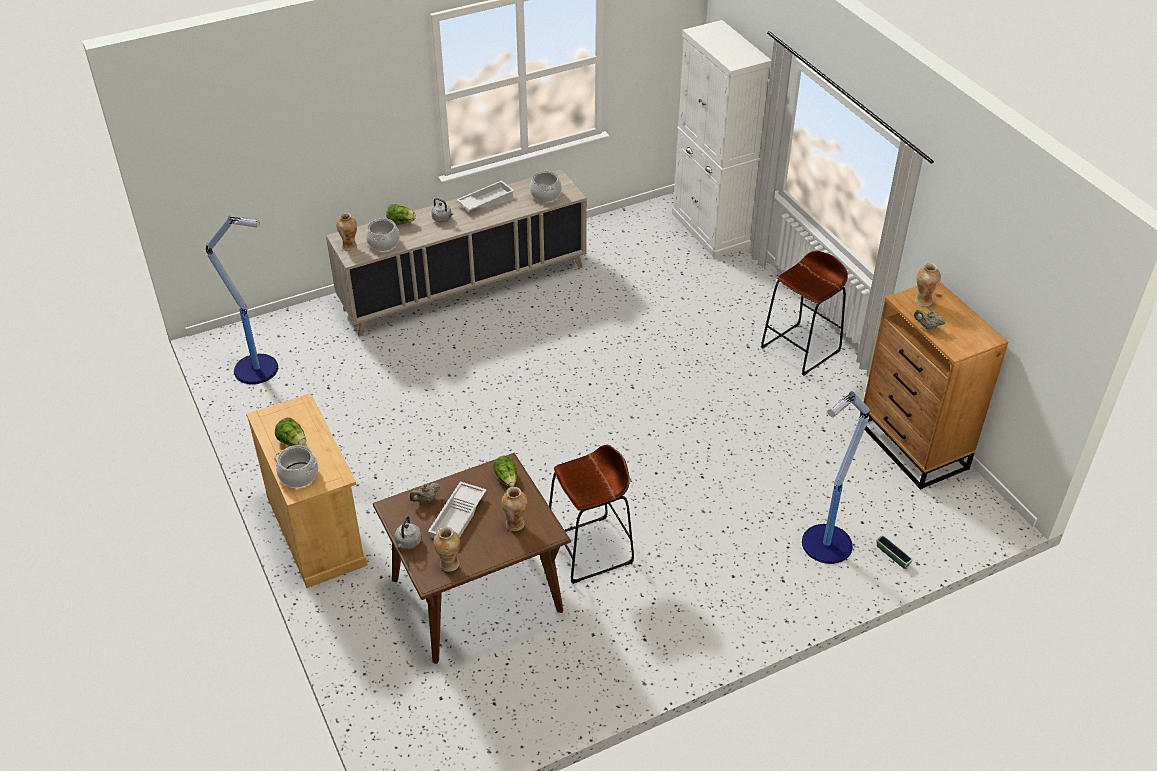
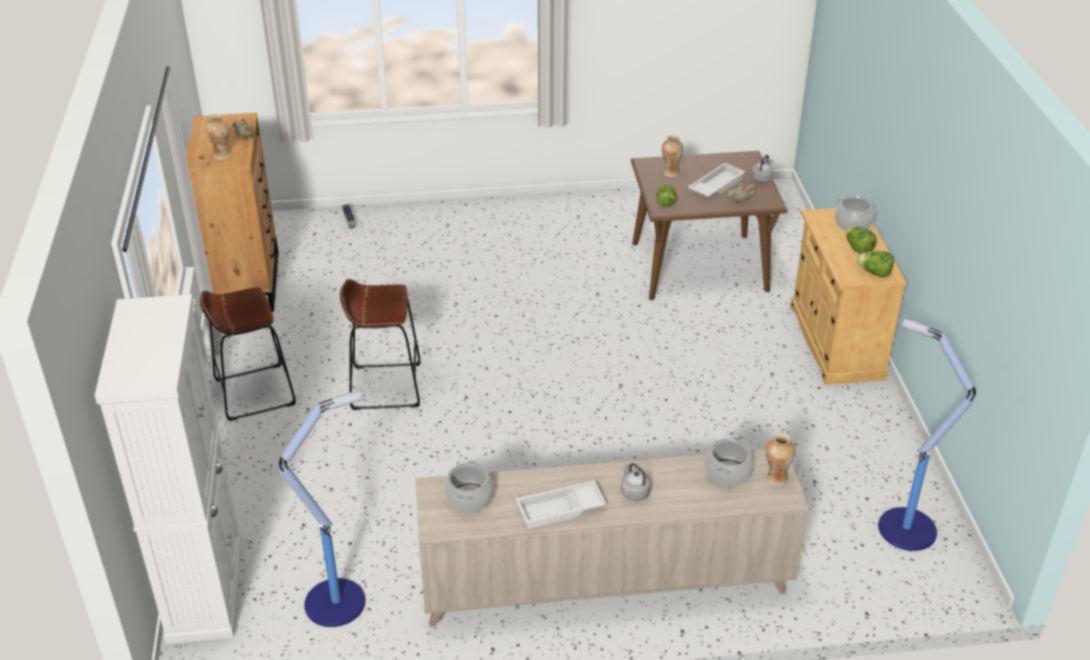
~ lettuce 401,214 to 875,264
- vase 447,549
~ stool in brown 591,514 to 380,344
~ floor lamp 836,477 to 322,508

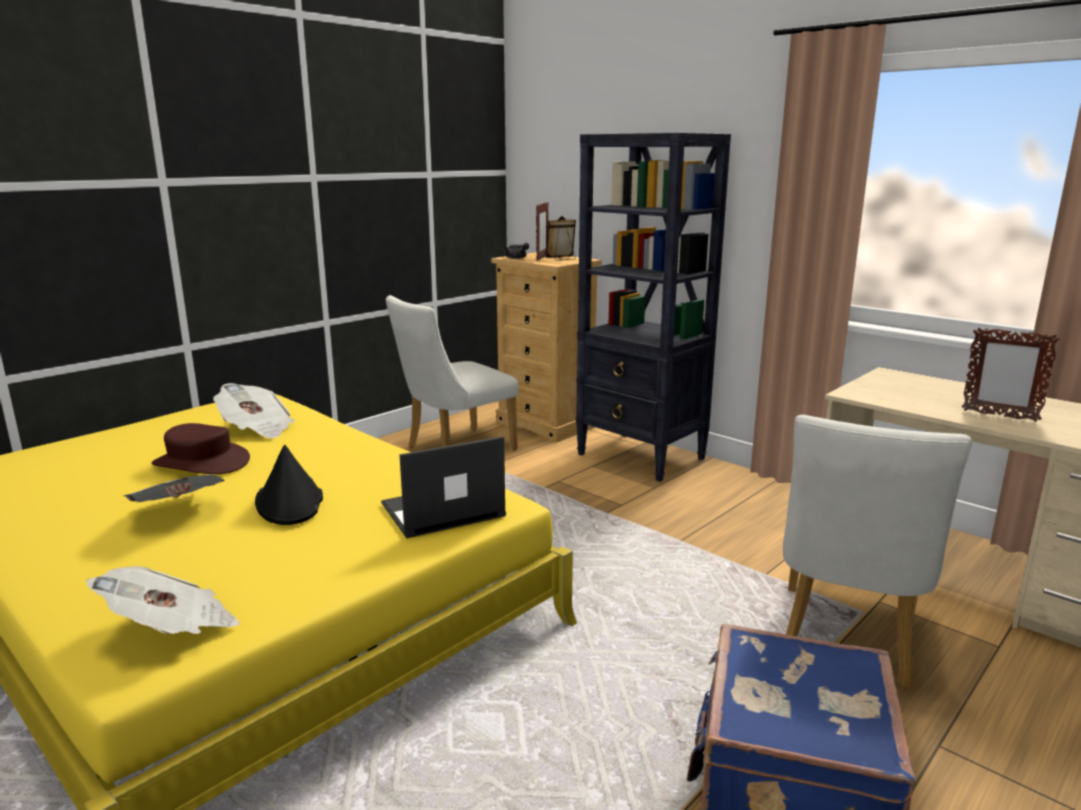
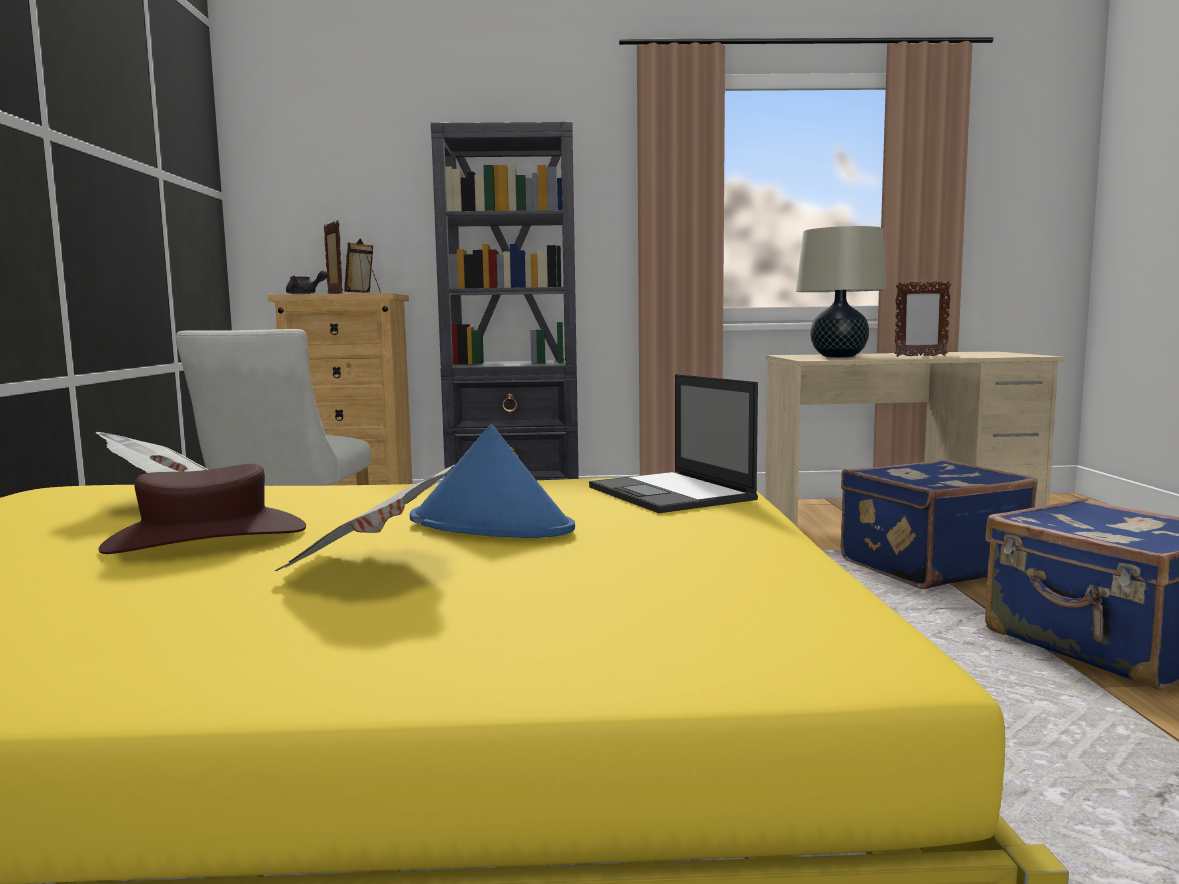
- newspaper 163,600
~ hat in black 289,485 to hat in blue 492,481
~ laptop 443,487 = 673,443 45 degrees counterclockwise
~ chair in white 877,552 to suitcase in blue 939,524
+ table lamp in beige 841,292

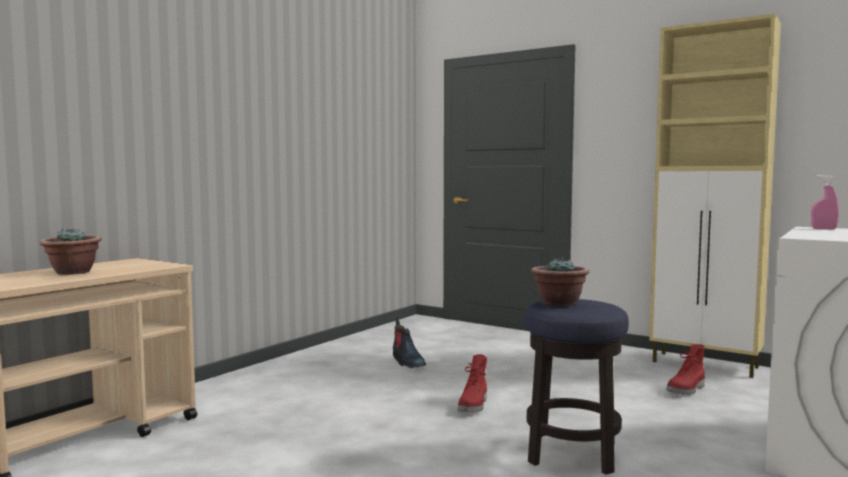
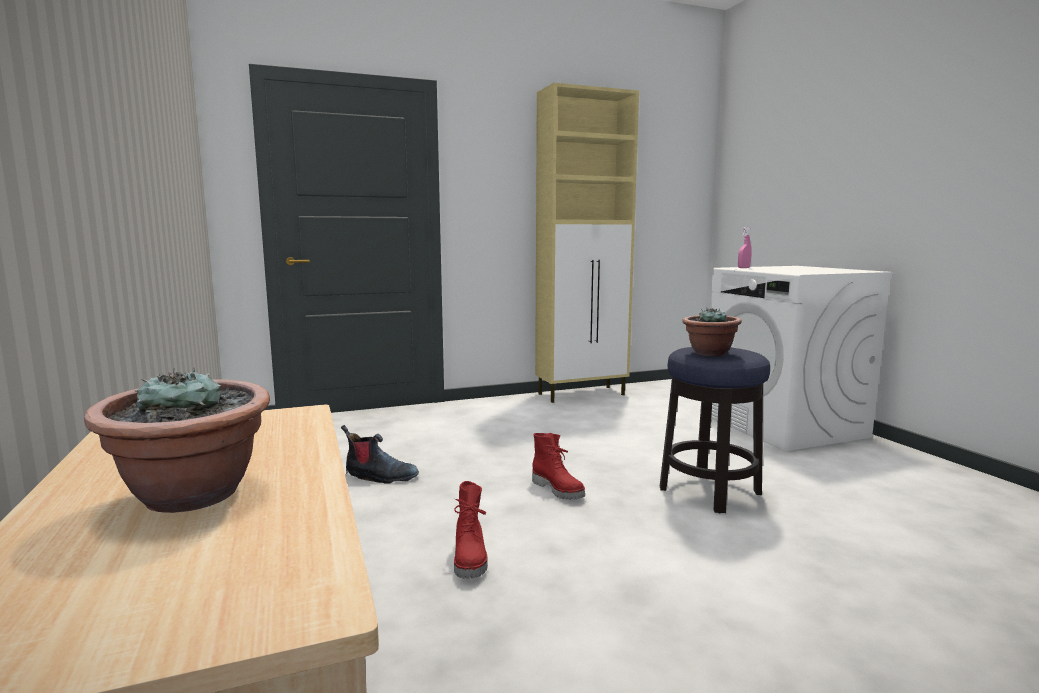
~ boot in red 685,369 to 471,530

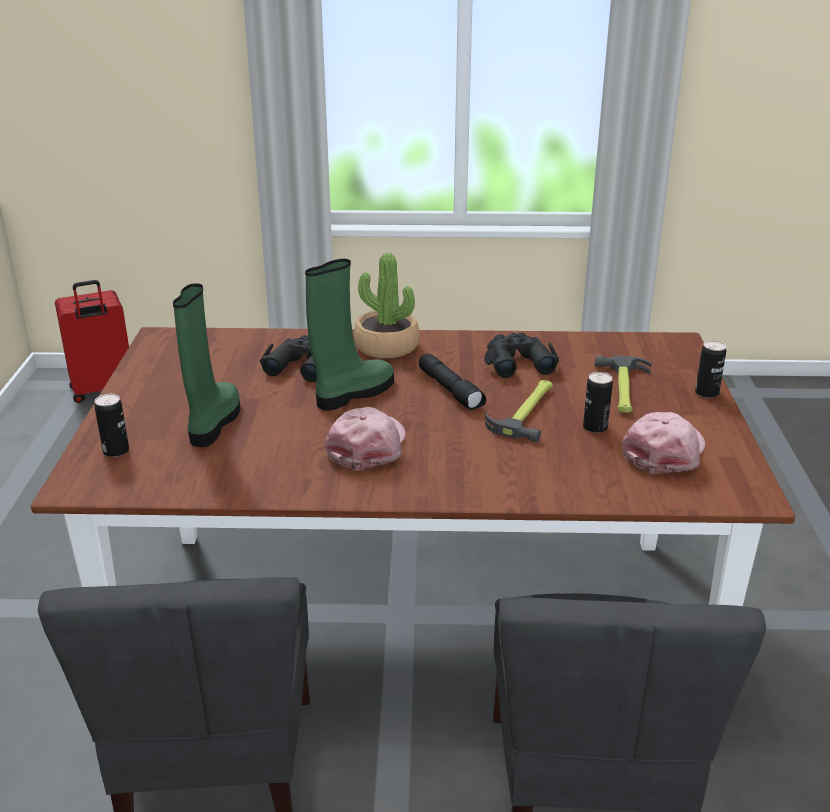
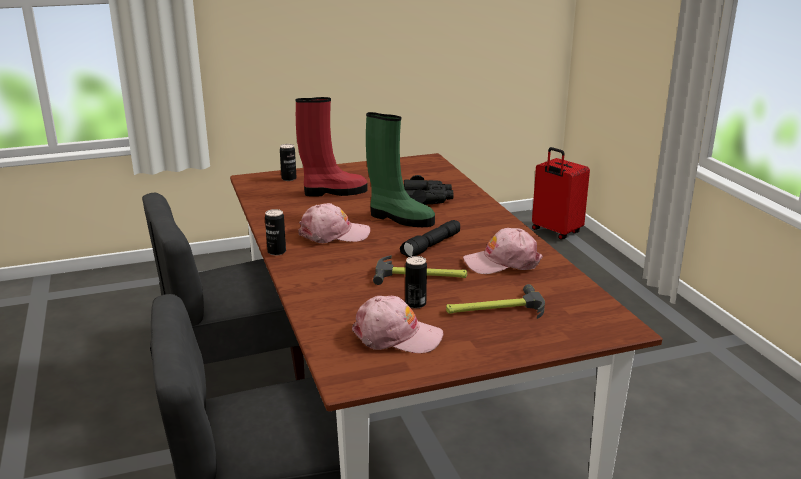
~ boot in green 206,365 to boot in red 332,147
- potted plant 387,305
~ binoculars in black 521,355 to cap in pink 503,251
~ can 710,369 to 275,232

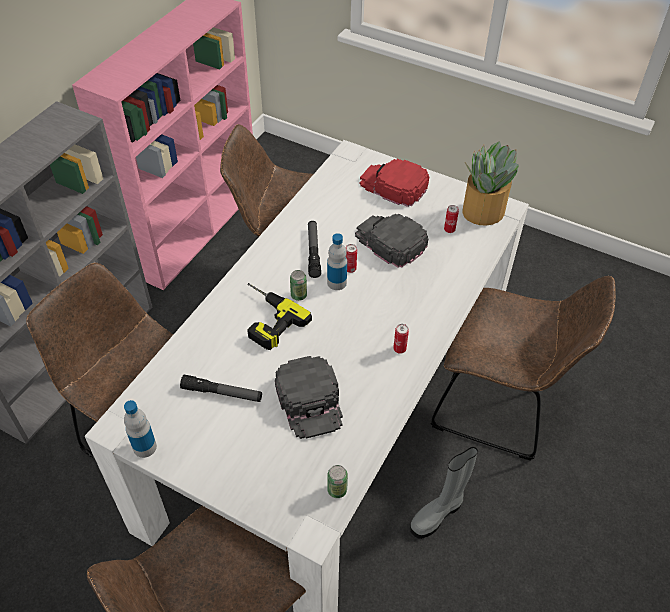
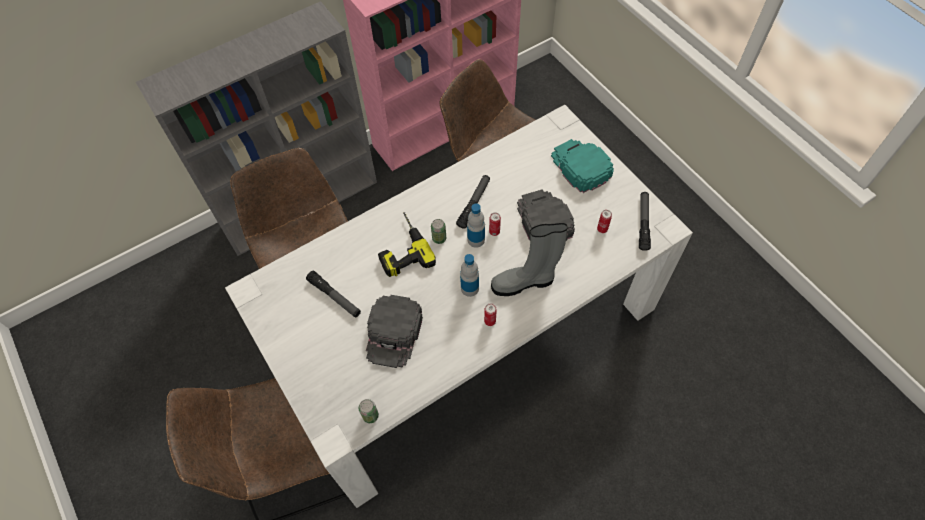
~ bottle 140,429 to 469,275
~ cap in red 394,183 to cap in turquoise 582,166
~ boot in grey 444,493 to 529,259
- chair in brown 523,368
~ potted plant 490,184 to flashlight 645,221

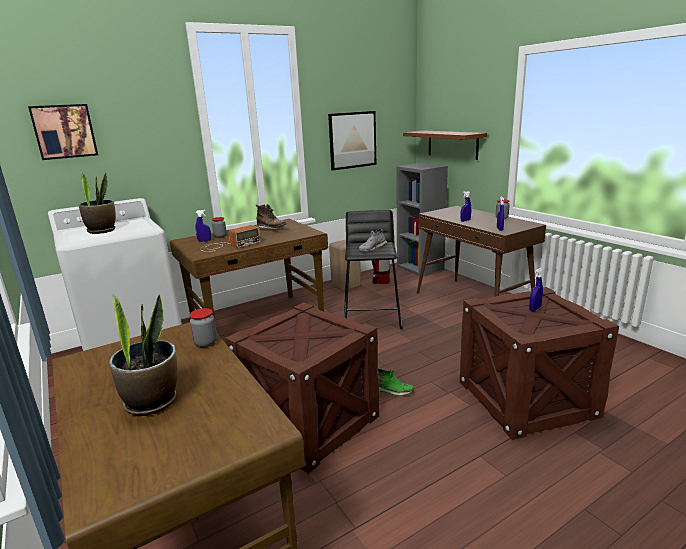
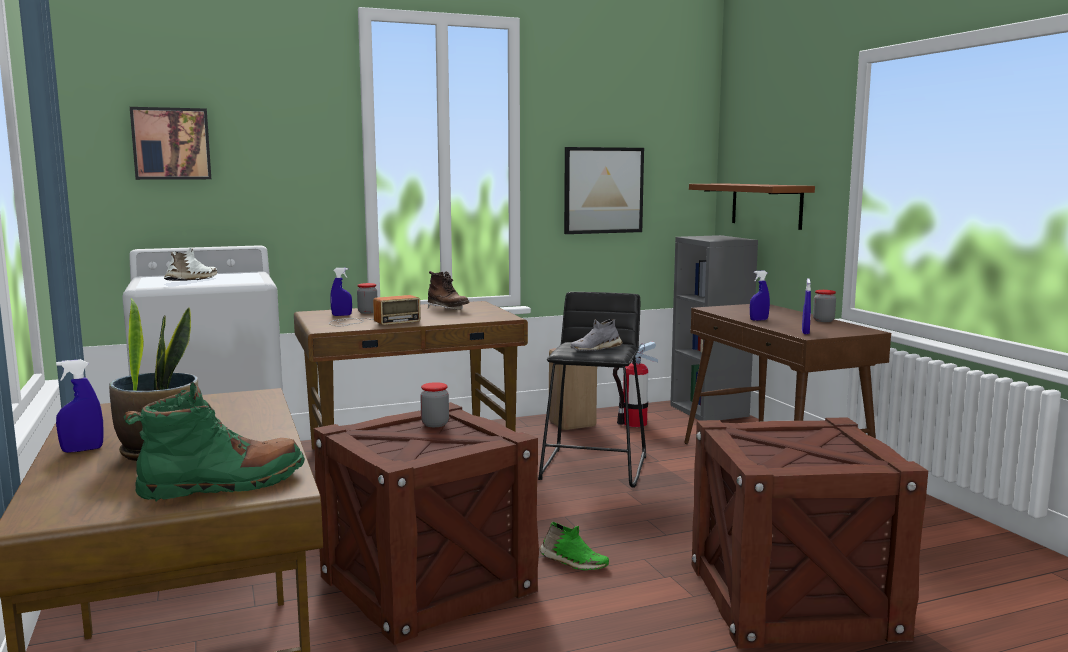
~ potted plant 97,202 to shoe in white 191,264
~ jar 203,327 to 434,404
~ spray bottle in blue 536,289 to 80,406
+ boot in green 214,441

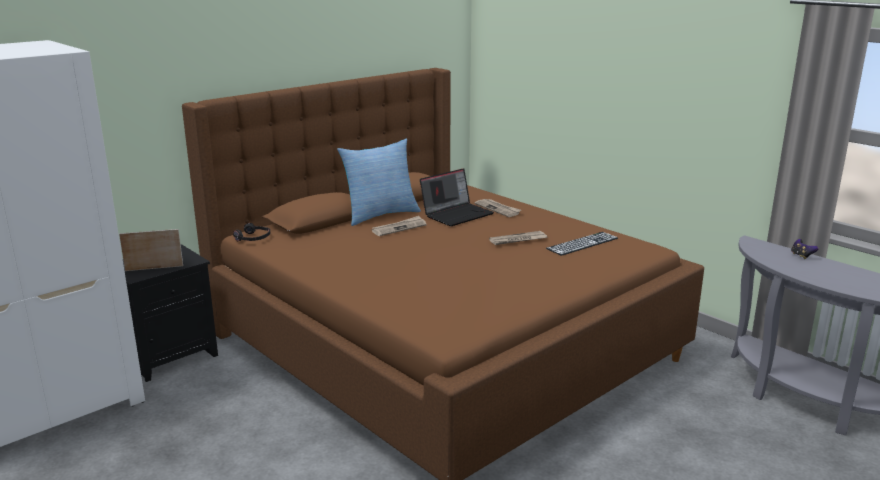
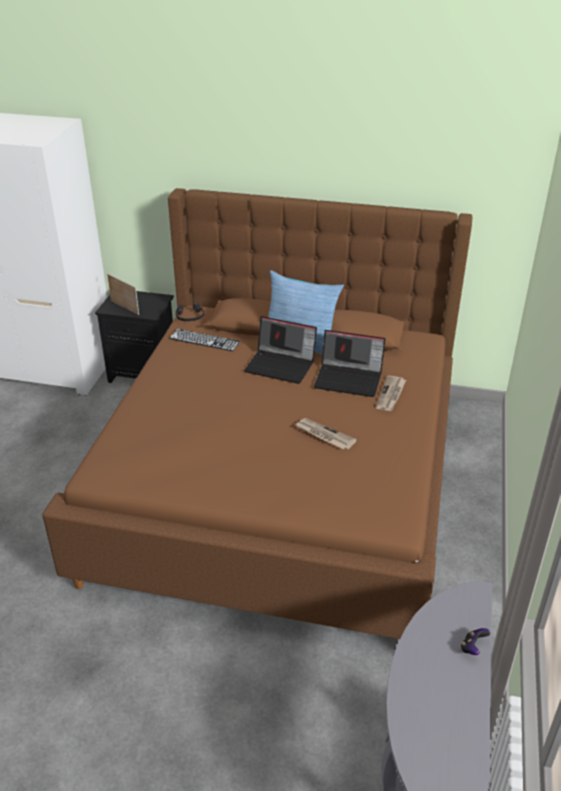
~ newspaper 399,226 to laptop 280,350
~ keyboard 582,244 to 204,340

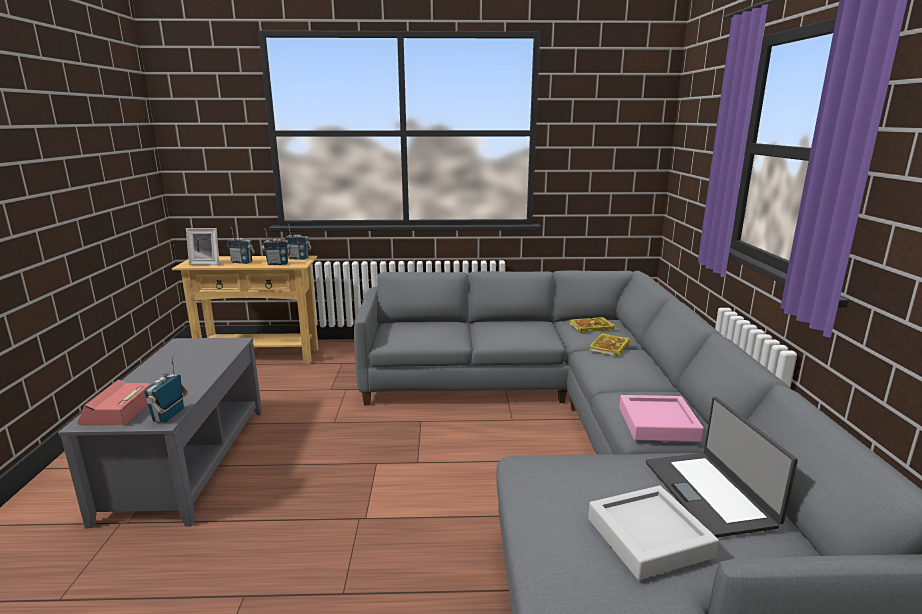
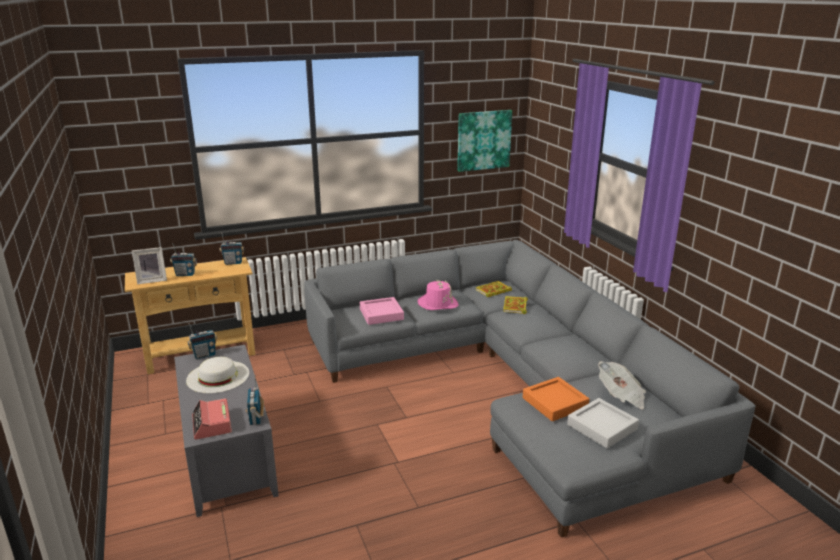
~ radio 276,246 to 202,341
~ tray in pink 661,418 to 382,311
~ laptop 722,467 to newspaper 622,385
+ hat in white 217,375
+ hat in pink 438,294
+ picture 484,141
+ tray in orange 556,399

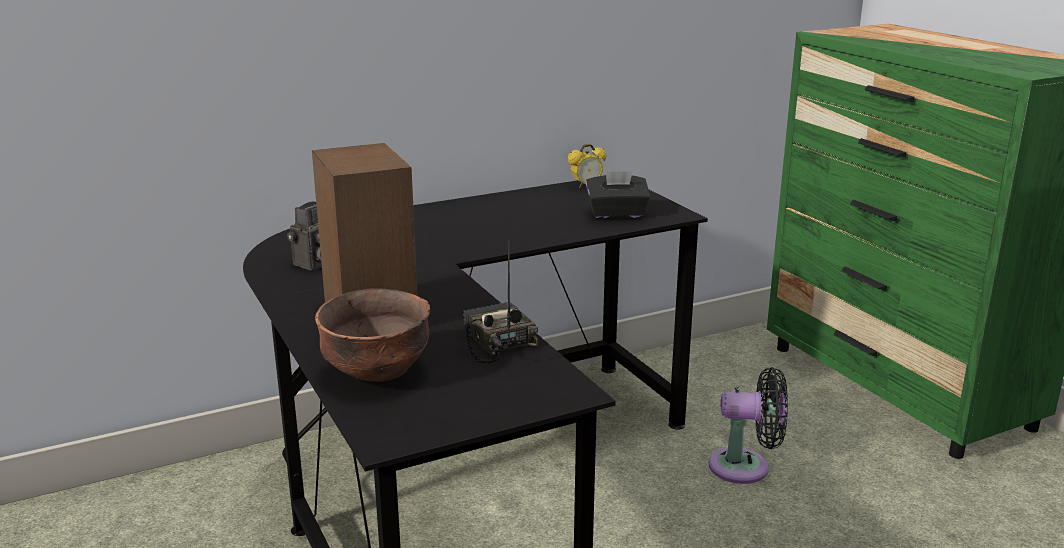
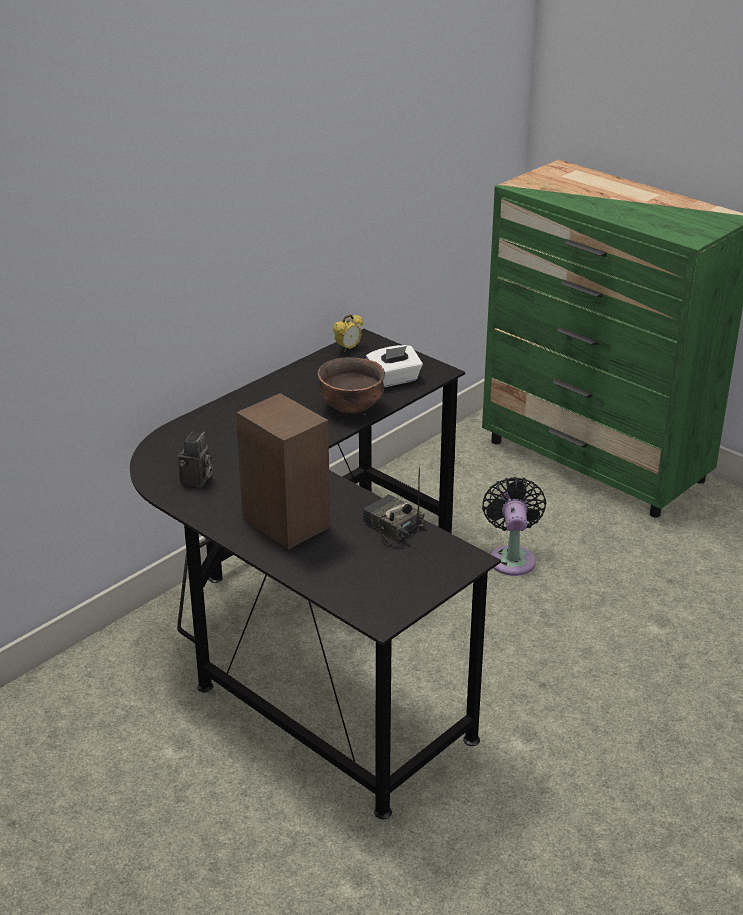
~ bowl in brown 372,335 to 351,385
~ tissue box in black 618,195 to tissue box in white 394,366
~ fan in black 748,425 = 514,526 75 degrees counterclockwise

